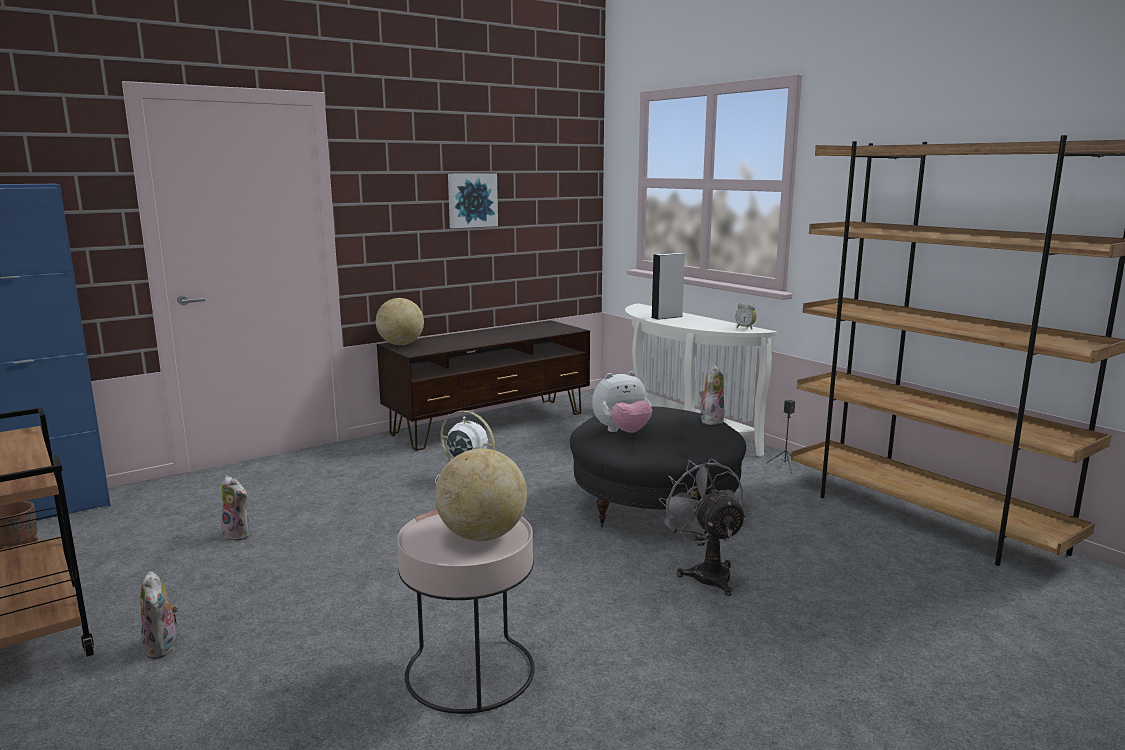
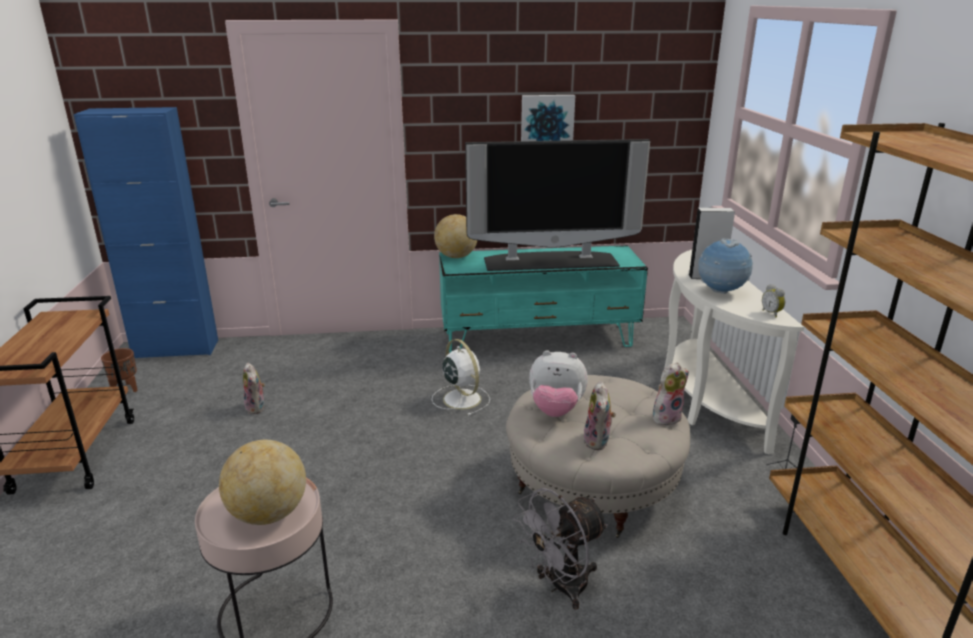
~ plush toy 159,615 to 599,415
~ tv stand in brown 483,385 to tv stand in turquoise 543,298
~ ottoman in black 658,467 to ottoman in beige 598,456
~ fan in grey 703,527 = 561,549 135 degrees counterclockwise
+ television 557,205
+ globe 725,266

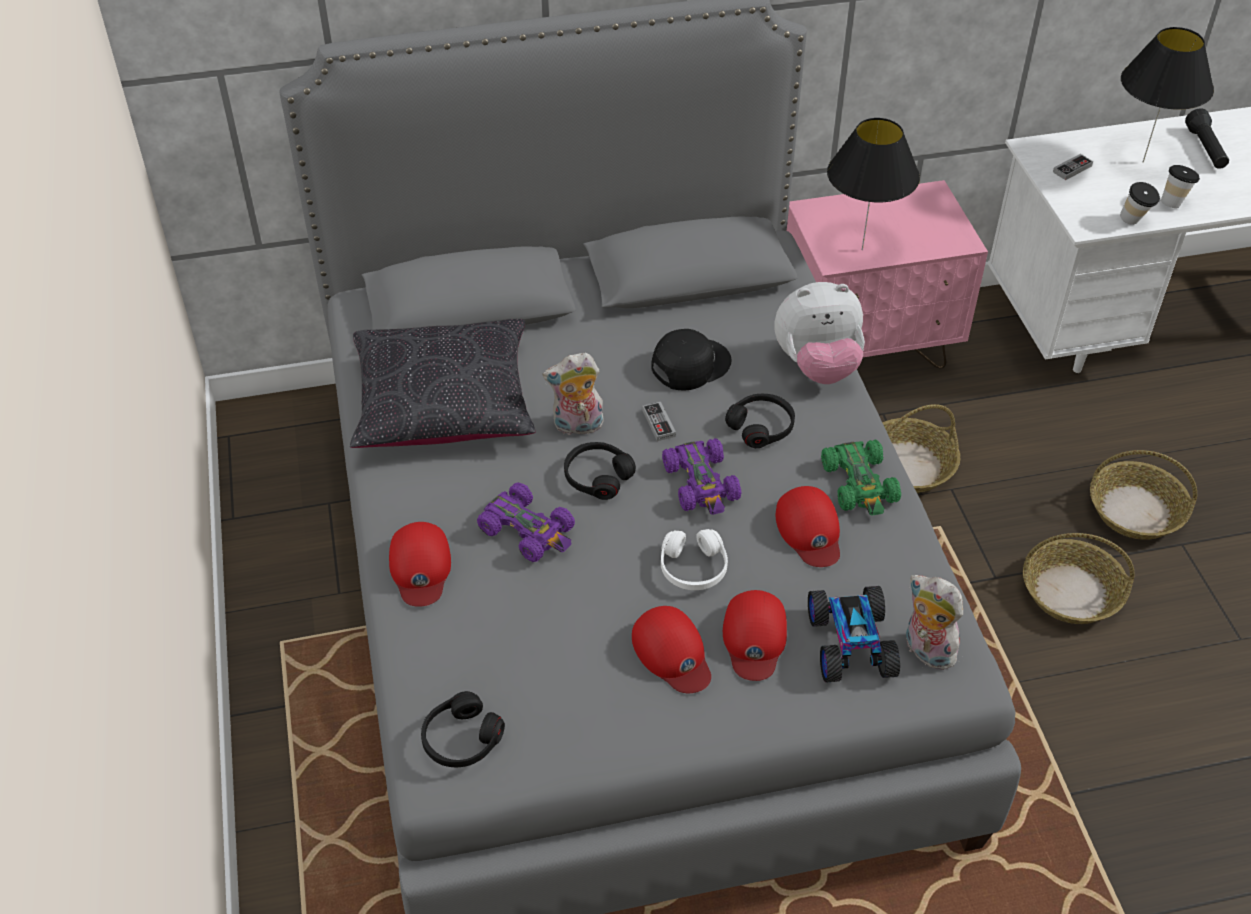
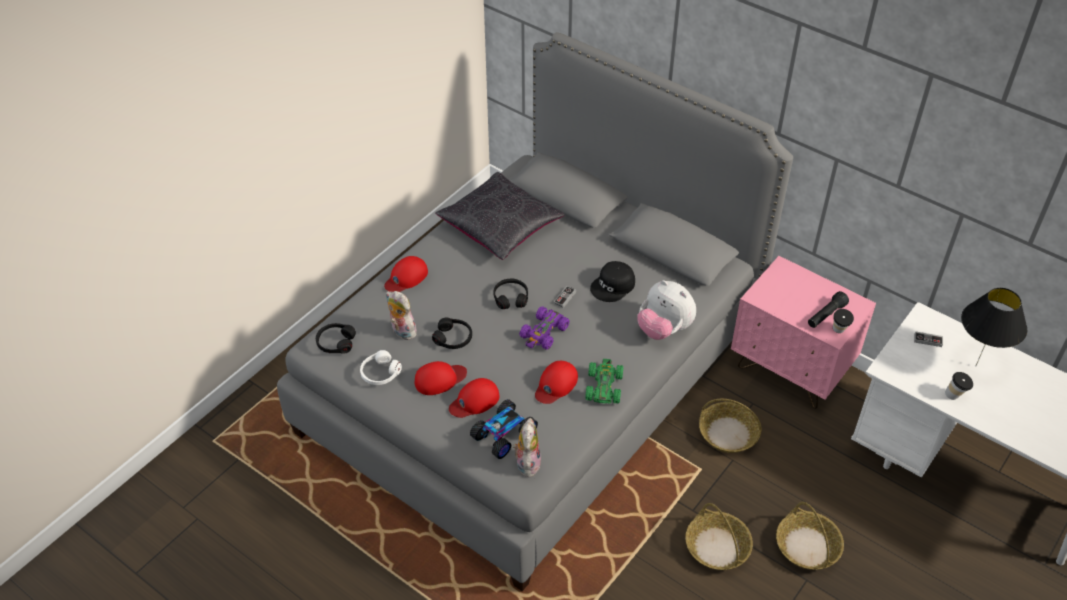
- toy car in purple 526,522
~ plush toy 573,394 to 401,315
~ cap in red 671,649 = 441,378 135 degrees counterclockwise
~ cap in black 691,359 = 612,281 120 degrees clockwise
~ headphones in white 694,559 to 381,367
~ headphones in black 760,421 to 452,333
~ toy car in green 861,478 = 604,381 150 degrees clockwise
- table lamp in black 873,184
~ cup 1140,203 to 843,321
~ flashlight in black 1207,138 to 828,309

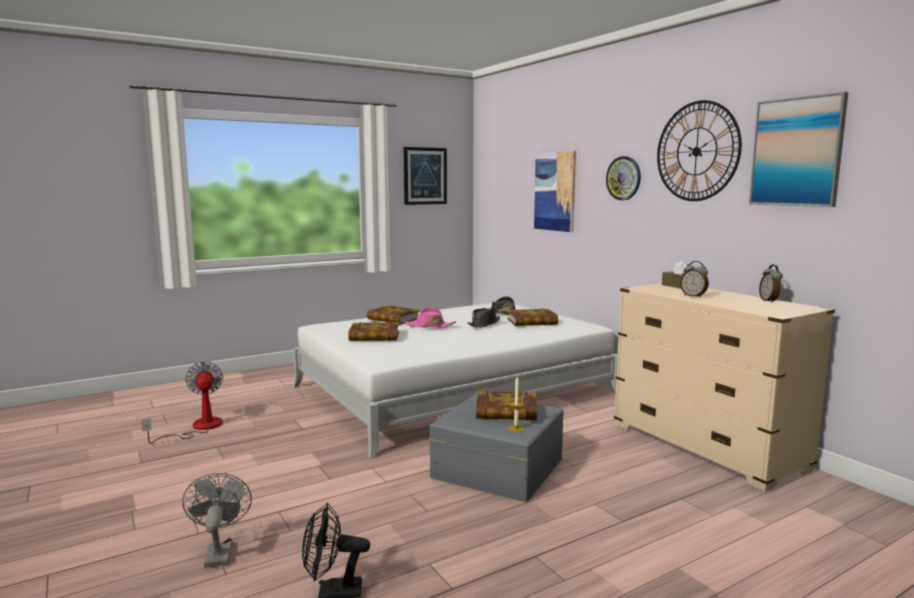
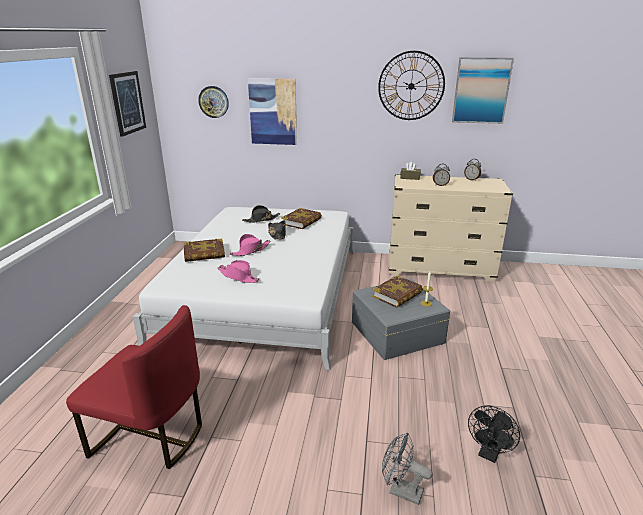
~ fan 182,402 to chair in red 134,387
~ book 373,331 to hat in pink 239,271
~ wall clock 623,178 to 213,102

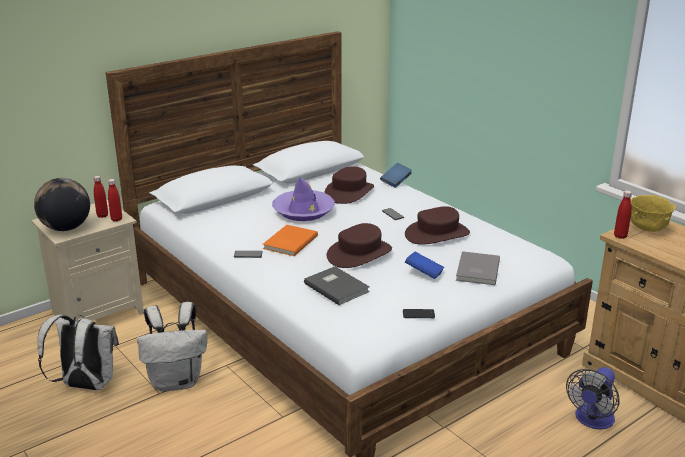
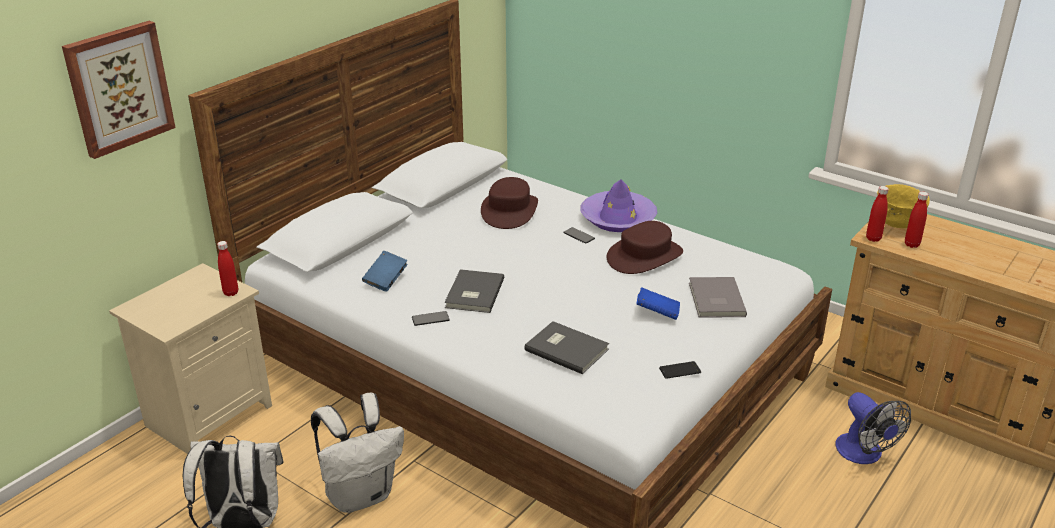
- globe 62,204
~ bottle in red 101,197 to 917,220
~ book in orange 290,240 to book in grey 474,291
~ hat in purple 303,199 to 619,205
- hat in brown 359,245
~ book in blue 396,175 to 385,271
~ fan 593,398 = 873,428 45 degrees counterclockwise
+ picture 118,90

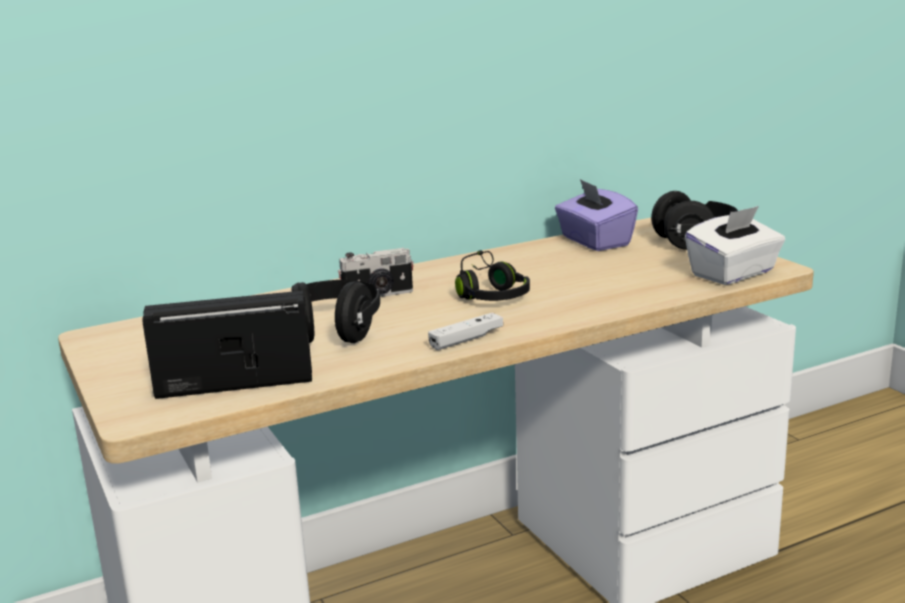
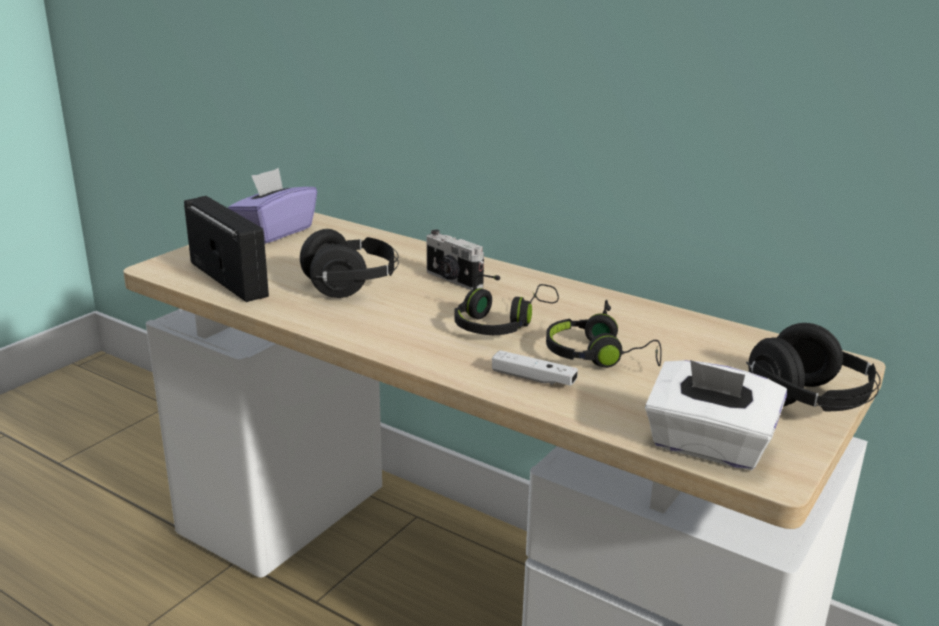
~ game controller in white 465,331 to 535,368
~ tissue box in purple 596,215 to 272,206
+ headphones in black 603,334

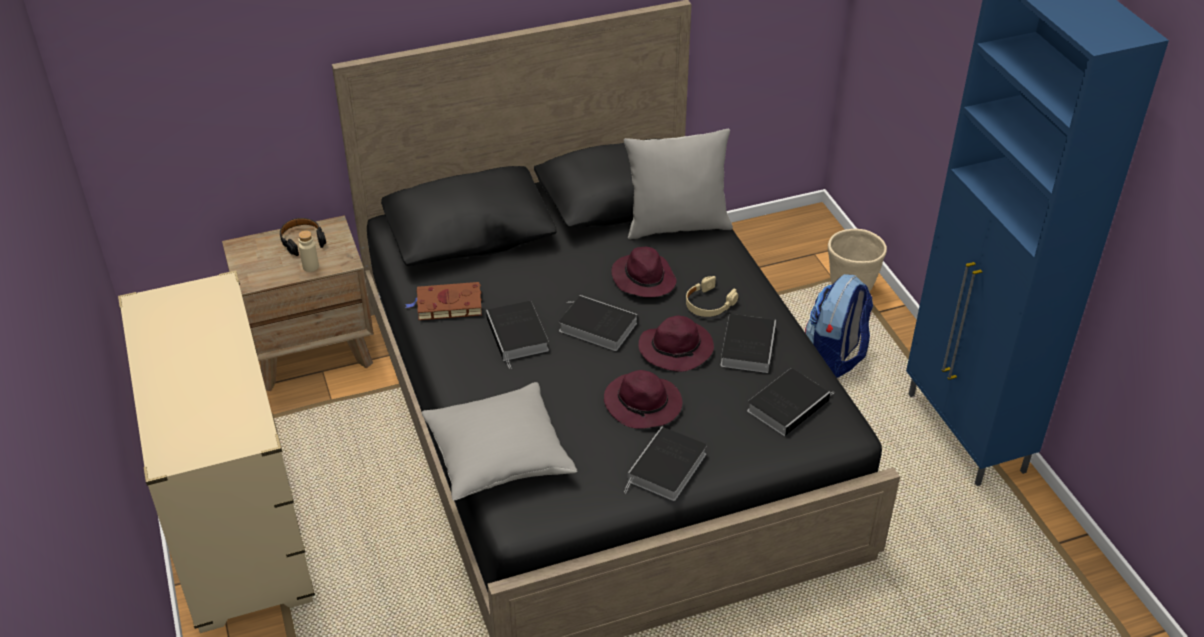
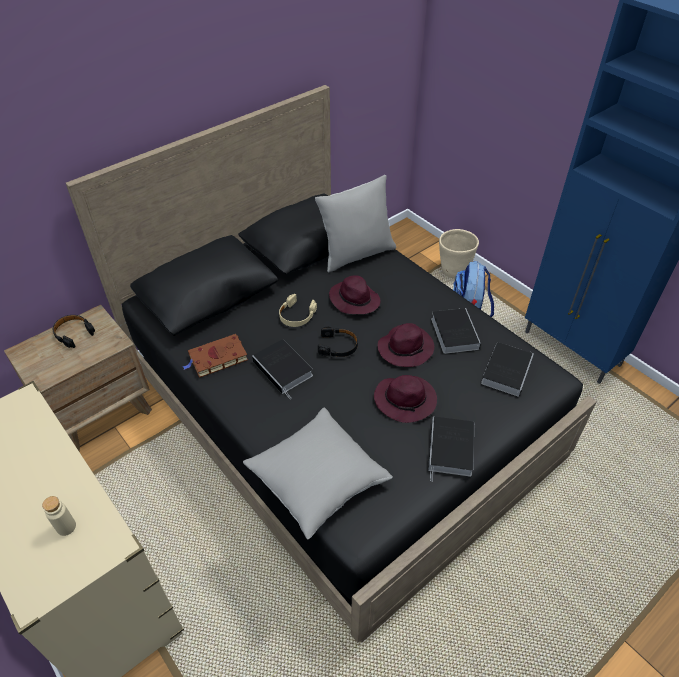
~ bottle in beige 308,251 to 59,516
~ book 598,323 to headphones in black 338,342
~ headphones in beige 712,296 to 298,310

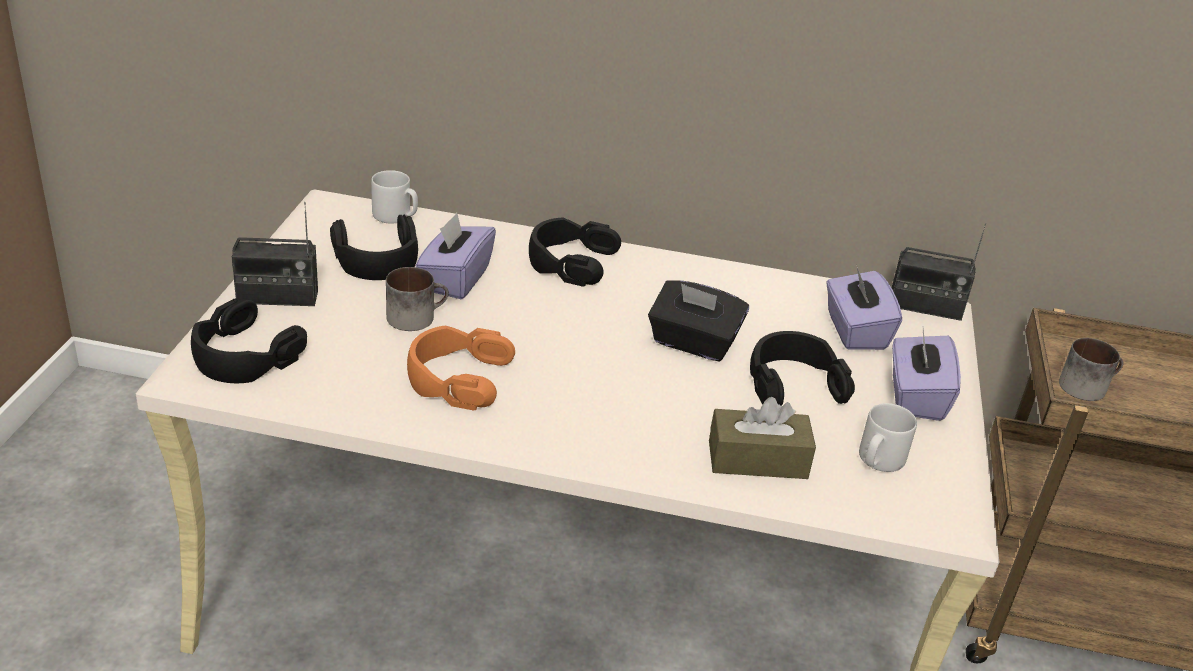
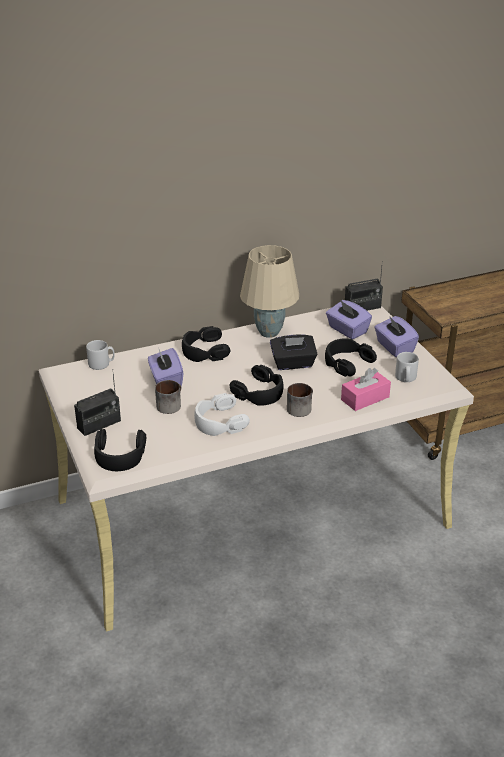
~ headphones in black 374,247 to 256,385
~ headphones in orange 461,367 to headphones in white 222,414
~ tissue box in brown 762,438 to tissue box in pink 366,389
~ mug 1091,369 to 300,400
+ table lamp in beige 269,291

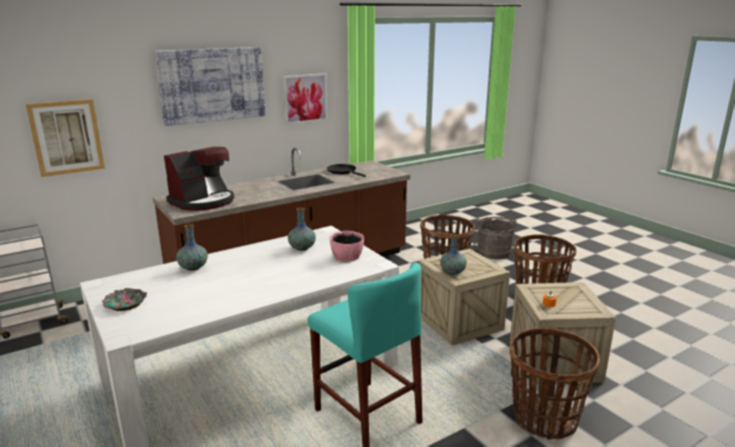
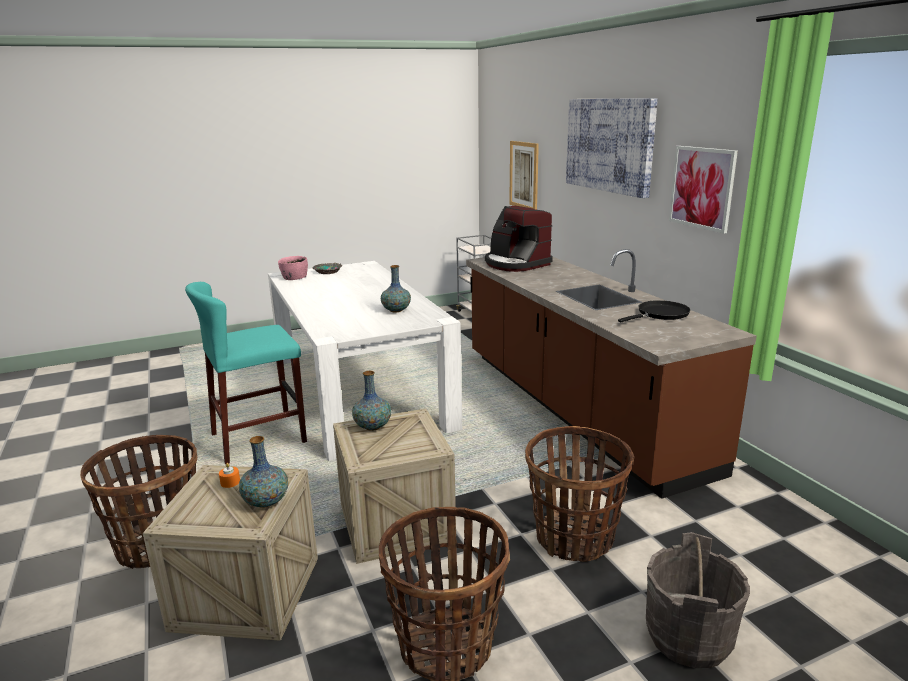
~ vase 192,247 to 263,472
~ bowl in pink 347,246 to 293,268

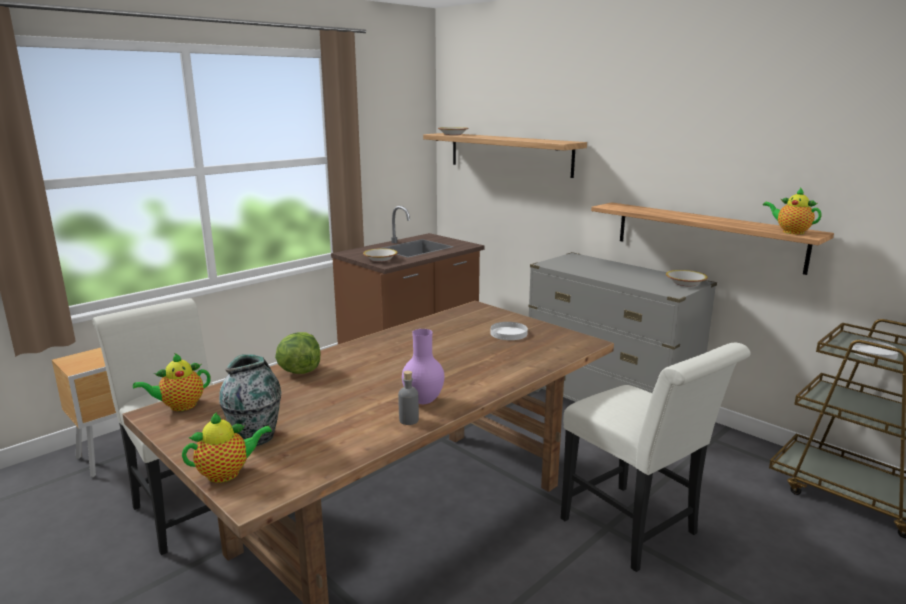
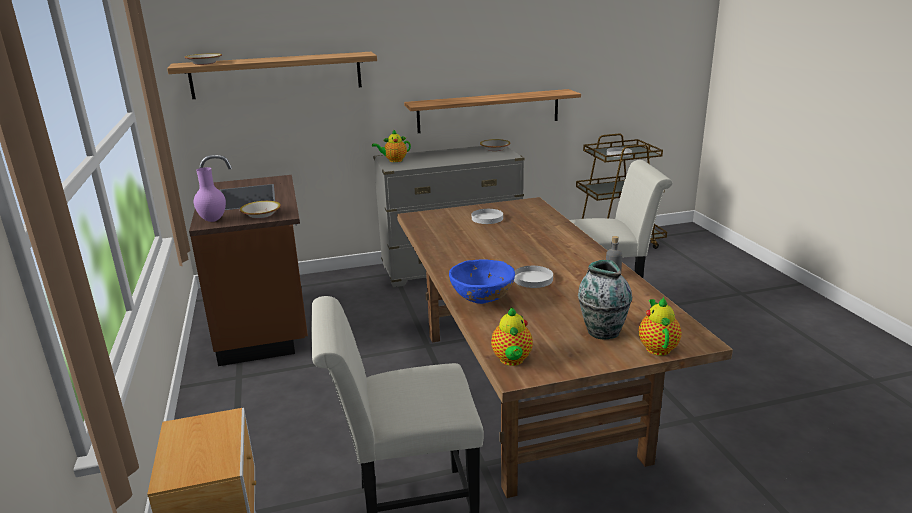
~ lettuce 297,353 to bowl in blue 482,282
~ vase in purple 423,366 to 210,194
~ teapot 792,211 to 391,145
+ plate in white 533,277

